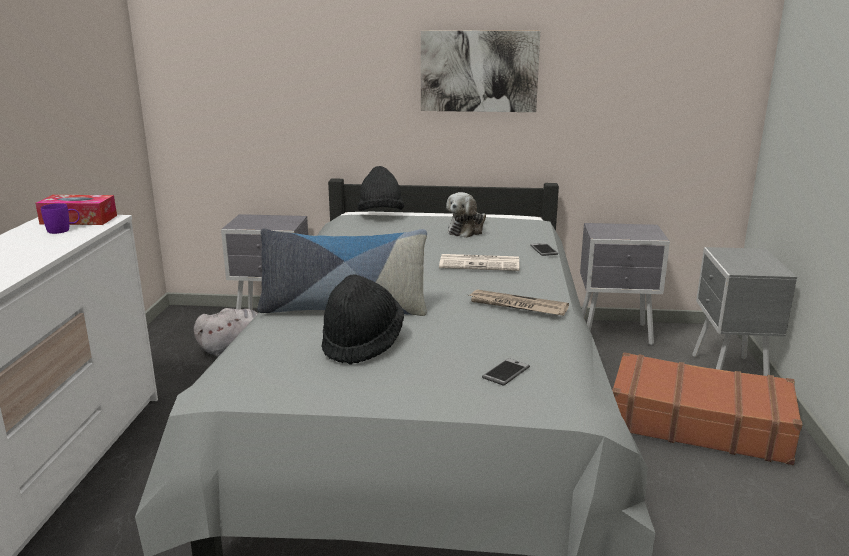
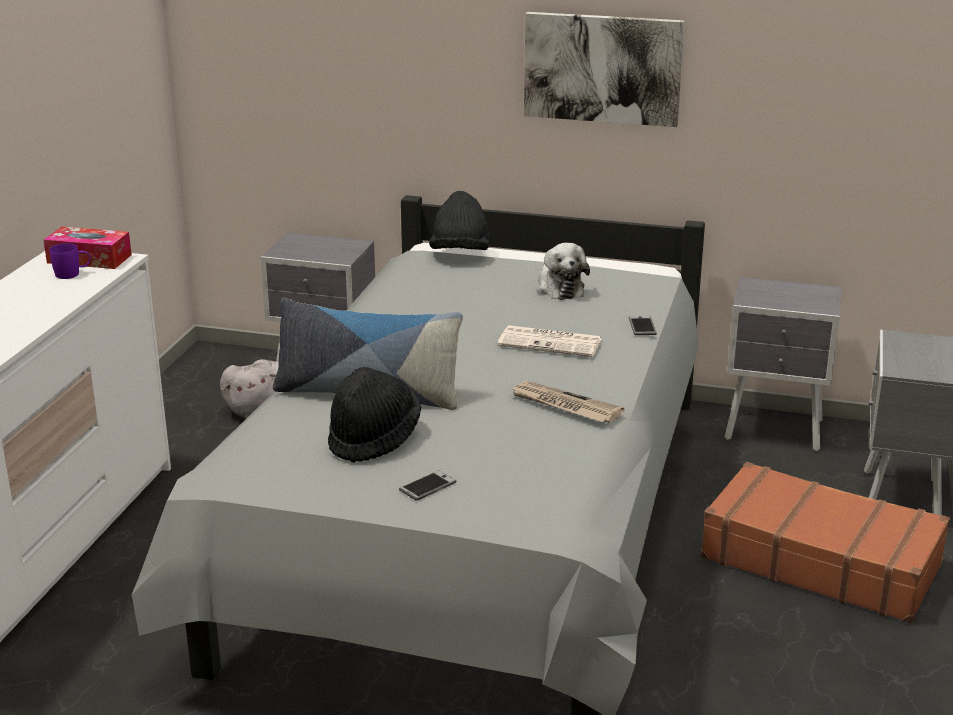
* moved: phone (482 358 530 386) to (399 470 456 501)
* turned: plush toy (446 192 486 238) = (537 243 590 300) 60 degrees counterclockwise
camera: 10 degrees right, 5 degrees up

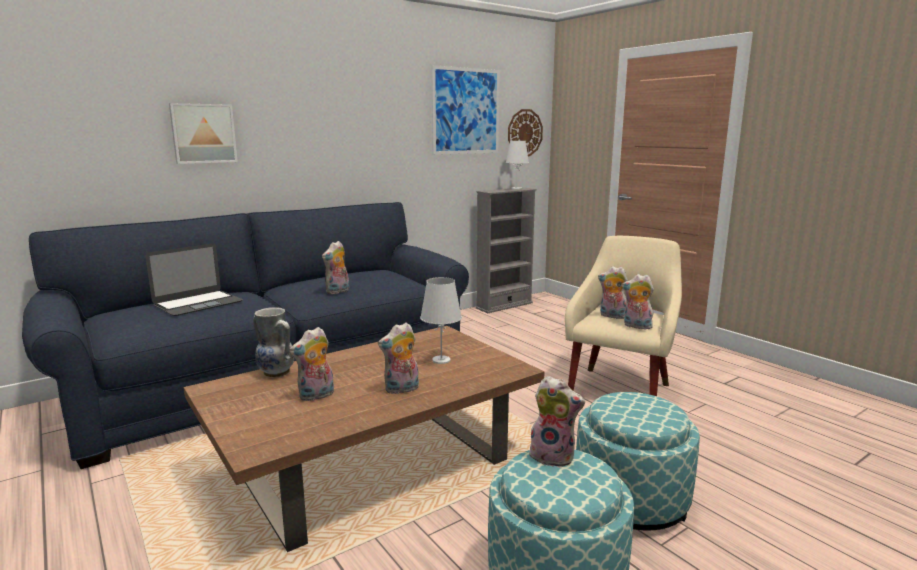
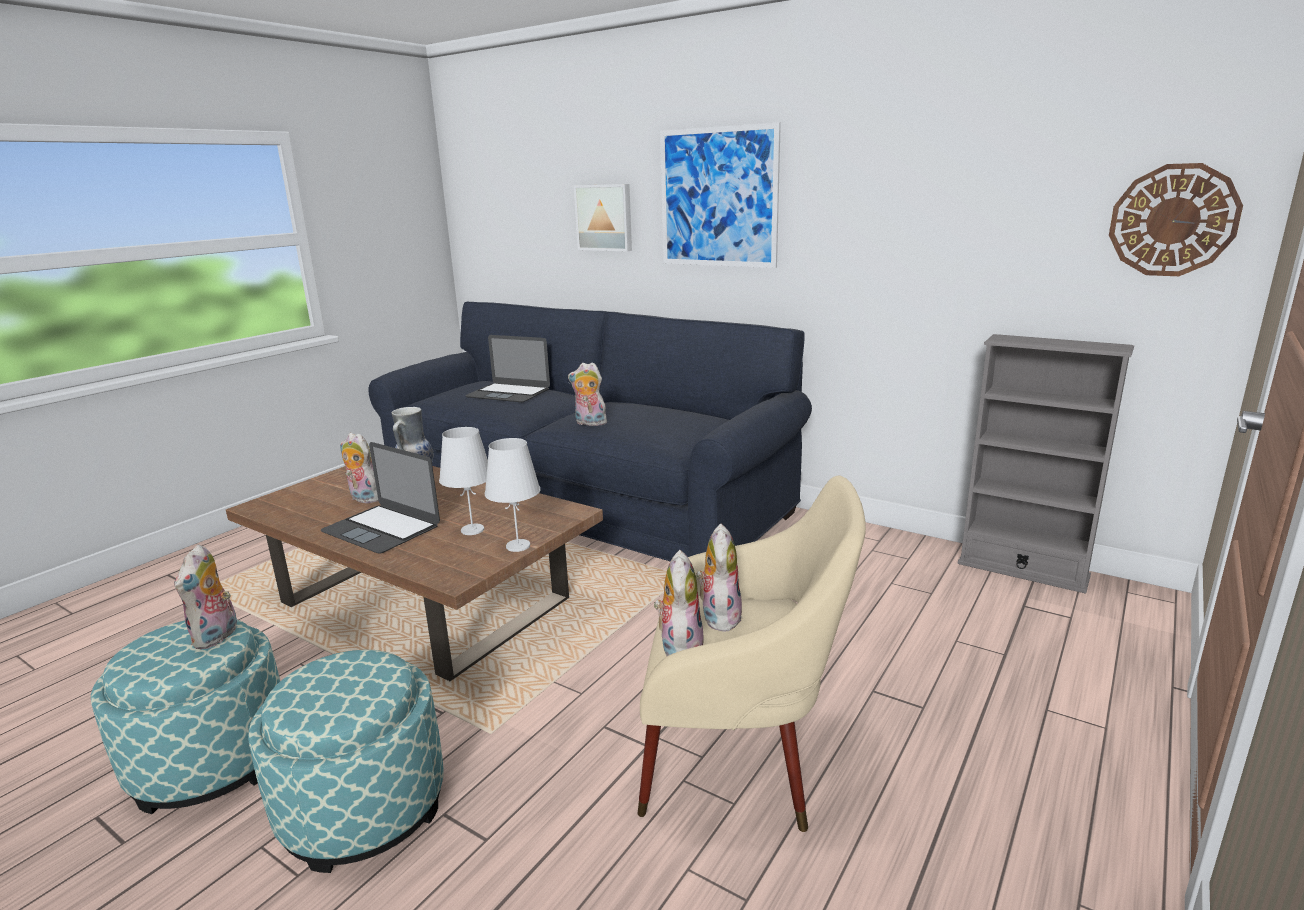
* moved: picture (431 65 500 155) to (660 122 781 268)
* moved: table lamp (white) (506 141 529 189) to (485 438 541 552)
* replaced: plush toy (378 323 419 395) to laptop (321 442 440 554)
camera: 70 degrees right, 5 degrees up

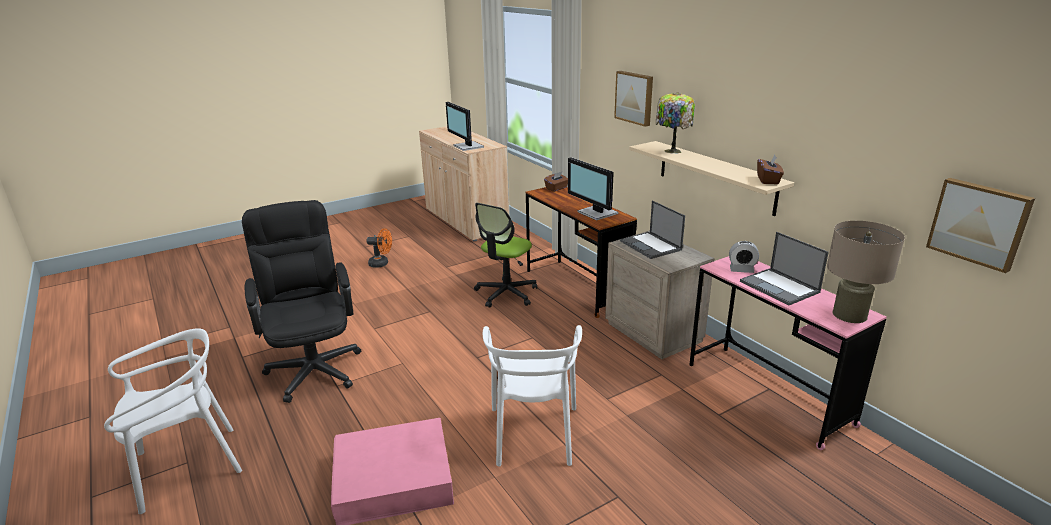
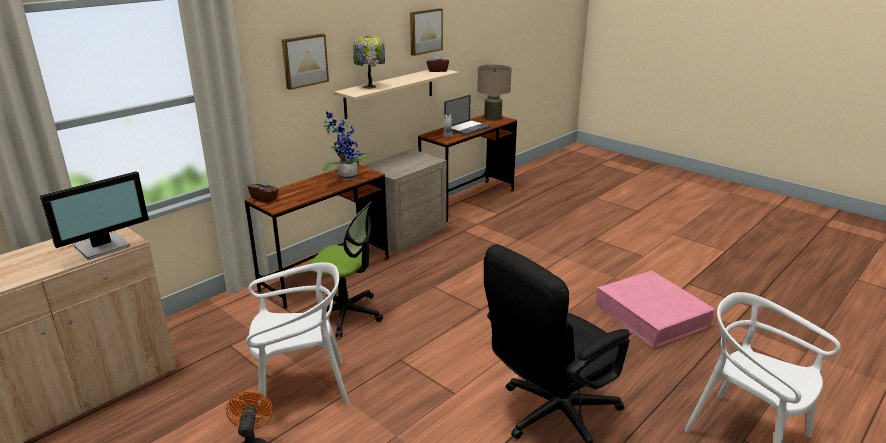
* removed: laptop (620 200 685 259)
* moved: chair (white) (483 325 582 466) to (246 262 349 425)
* moved: picture (926 178 1035 273) to (410 8 443 56)
* replaced: monitor (568 157 618 221) to potted plant (322 111 370 180)
* recoloured: desk (pink) (689 256 887 450) to desk (brown) (418 115 517 222)
camera: 105 degrees left, 0 degrees up

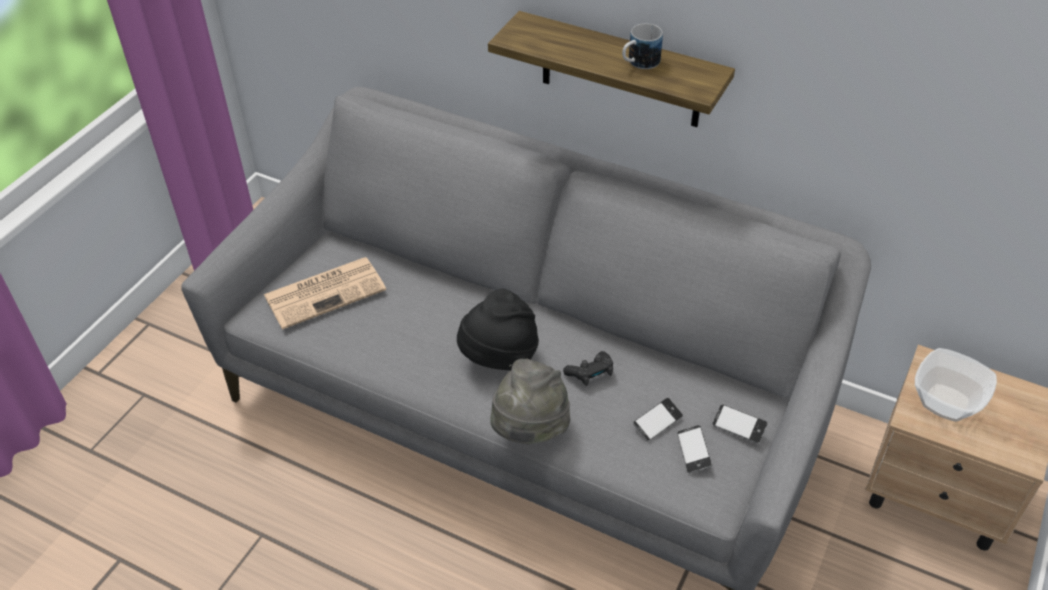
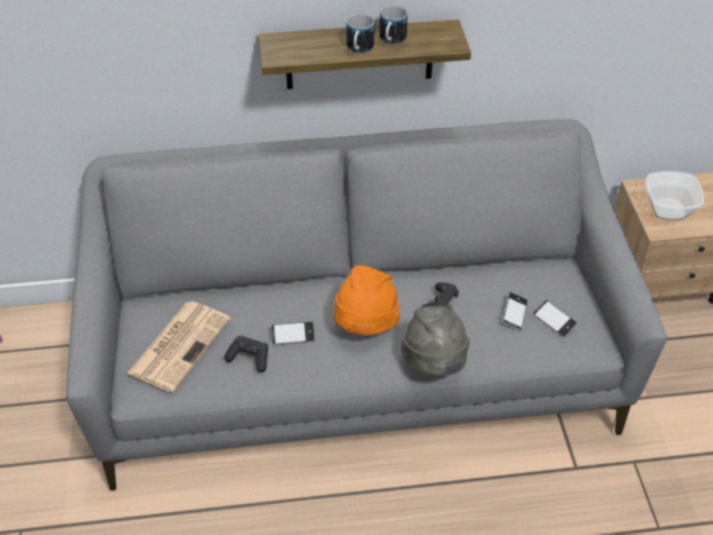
* added: game controller (black) (224 336 268 373)
* added: mug (346 14 374 53)
* moved: phone (712 404 767 443) to (271 322 315 345)
* recoloured: hat (black) (457 289 539 371) to hat (orange) (334 265 400 335)
camera: 35 degrees left, 0 degrees up

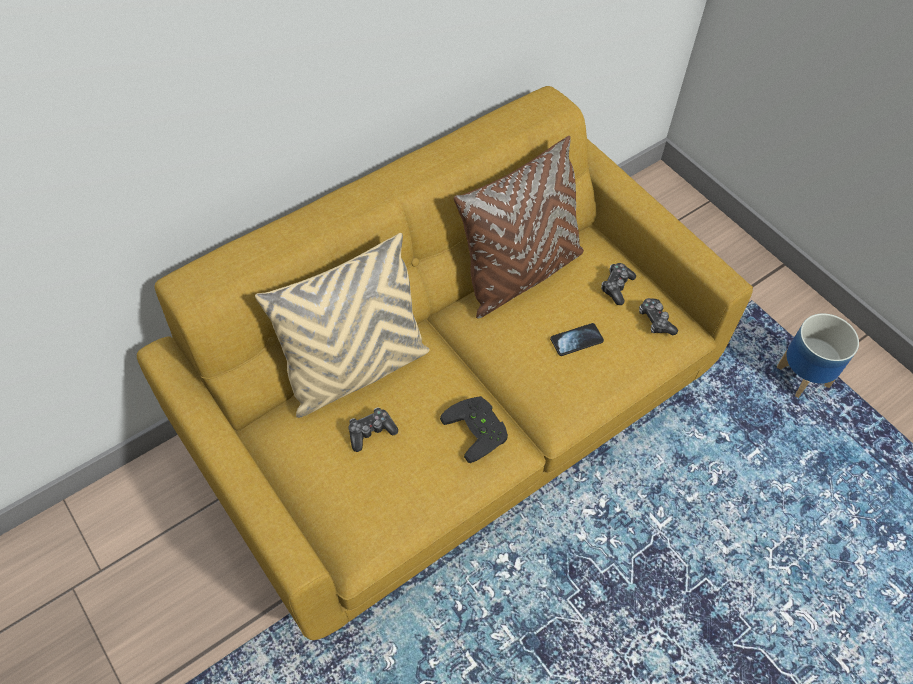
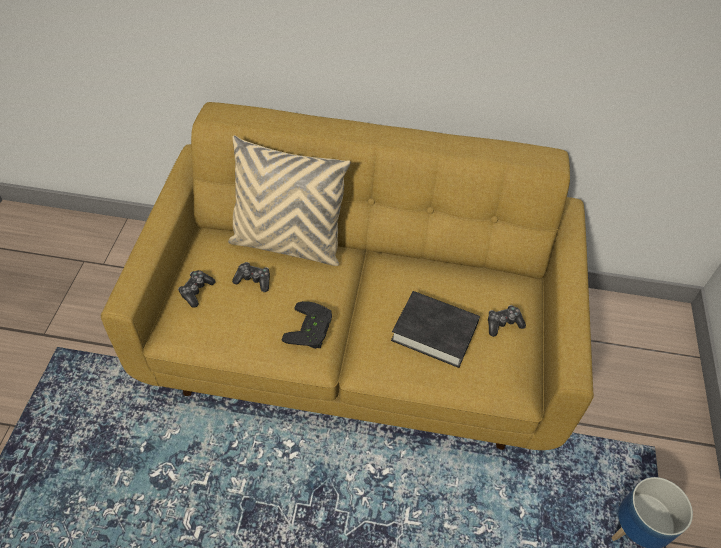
* removed: pillow (brown) (454 136 584 319)
* moved: game controller (639 298 678 335) to (178 270 216 308)
* replaced: phone (550 323 604 356) to book (black) (391 291 480 368)
camera: 45 degrees right, 5 degrees down

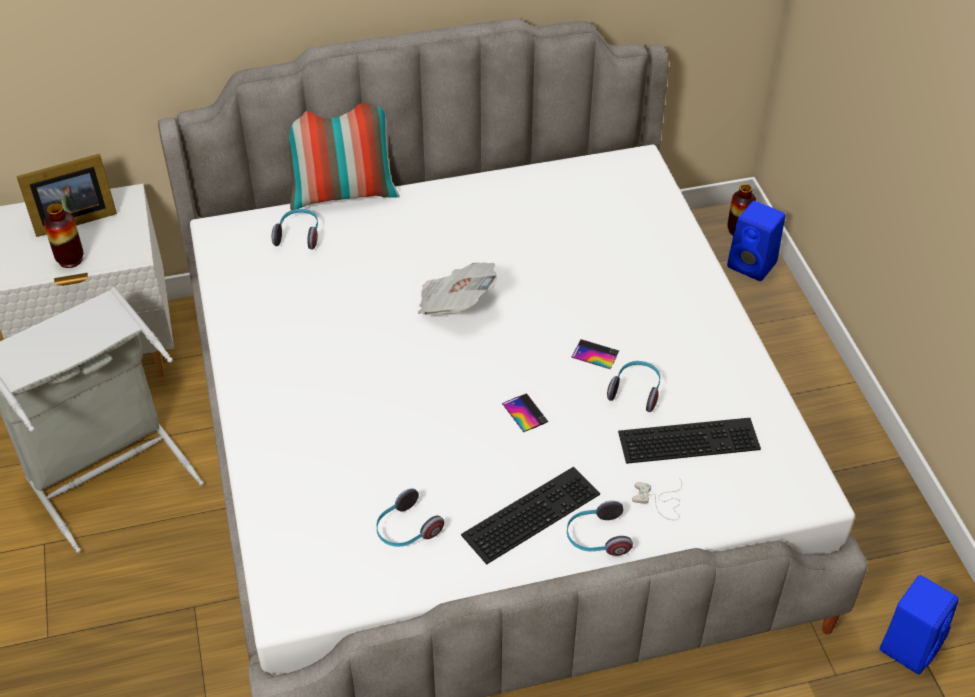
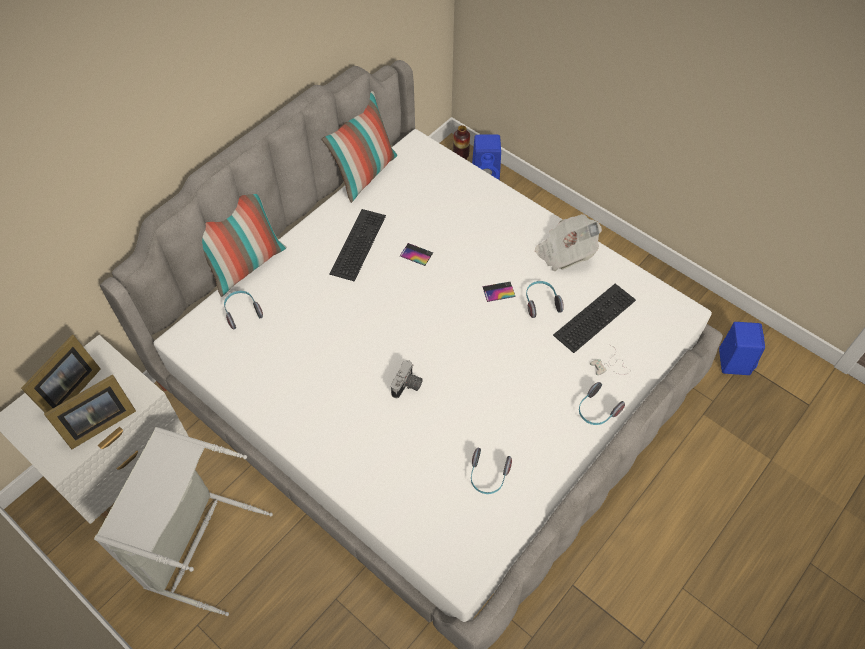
* added: pillow (322 91 398 203)
* added: photo camera (391 360 423 398)
* moved: newspaper (418 262 498 315) to (535 214 602 271)
* moved: keyboard (461 467 600 565) to (329 209 386 282)
* moved: phone (502 393 549 432) to (400 243 433 266)
* replaced: vase (44 204 84 268) to picture frame (44 374 136 450)
camera: 35 degrees left, 10 degrees up

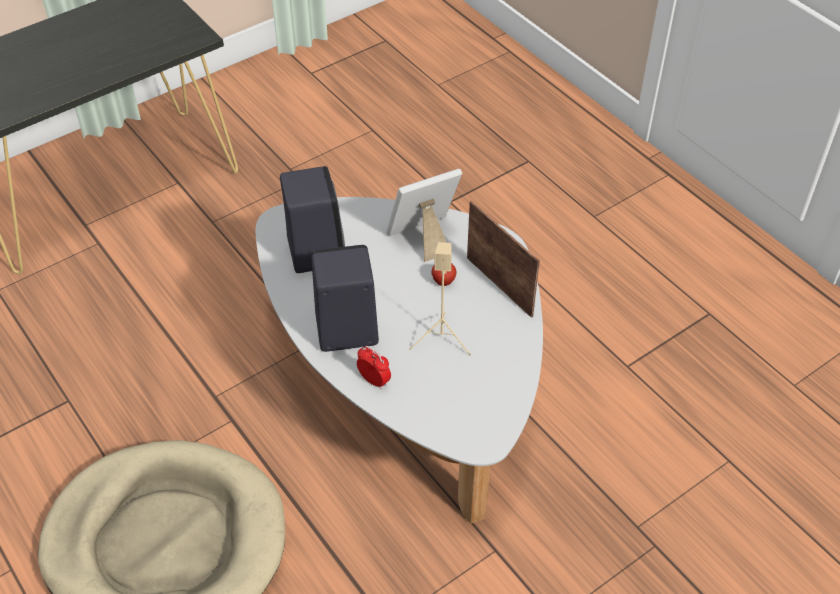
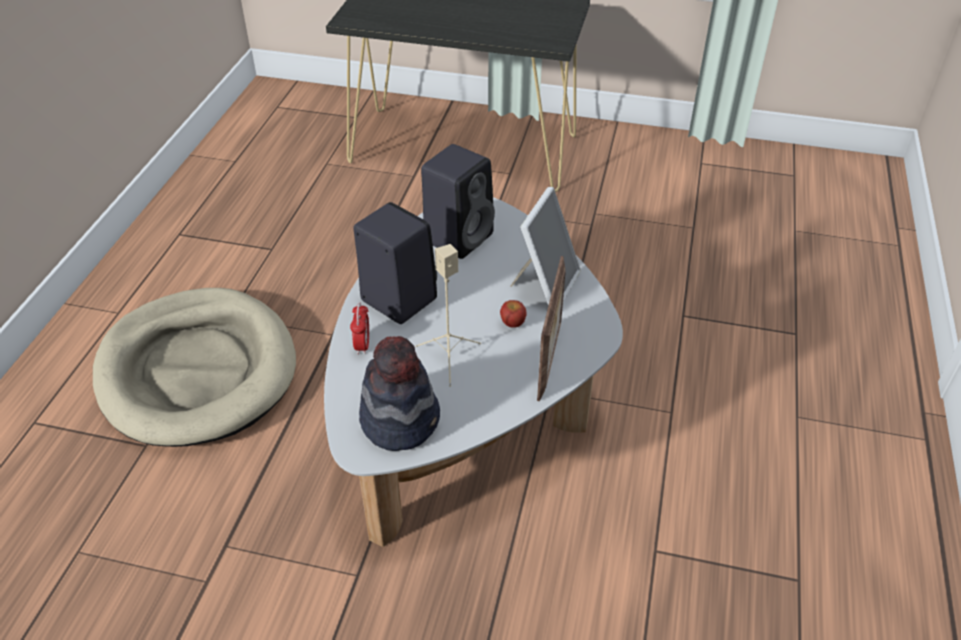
* added: hat (359 336 440 451)
* turned: picture frame (386 169 462 262) = (511 187 581 306) 90 degrees clockwise
camera: 50 degrees right, 5 degrees down

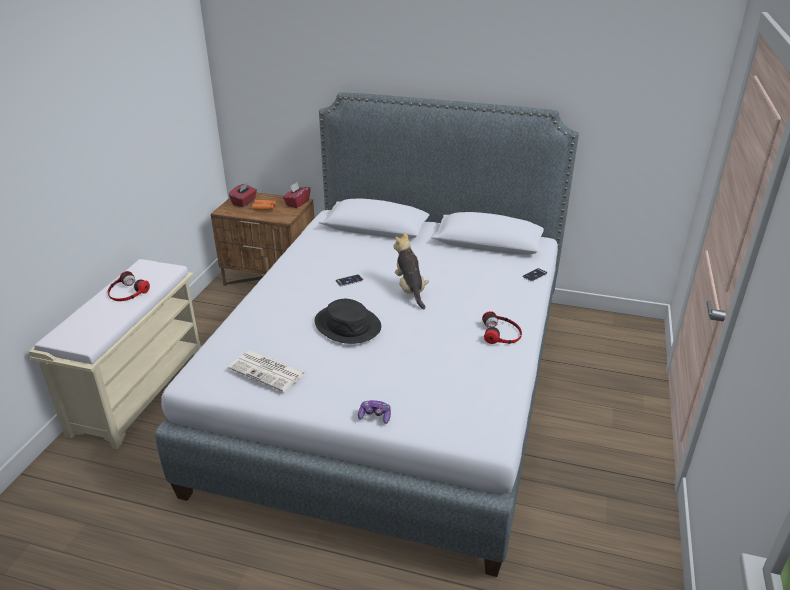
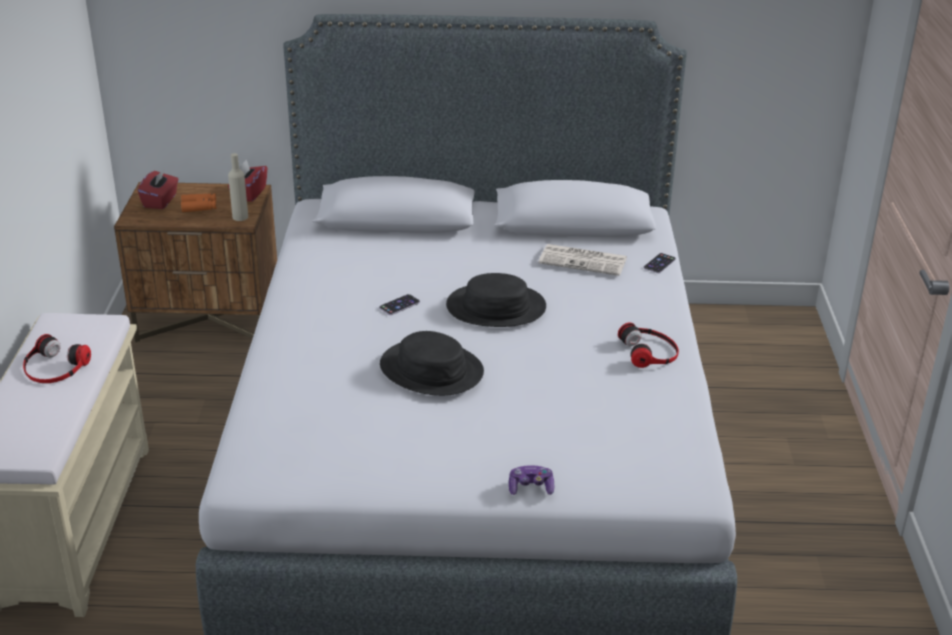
* added: bottle (beige) (228 153 248 221)
* moved: newspaper (228 350 306 392) to (539 244 627 276)
* replaced: plush toy (393 232 429 309) to hat (black) (446 273 546 327)
camera: 15 degrees left, 0 degrees up

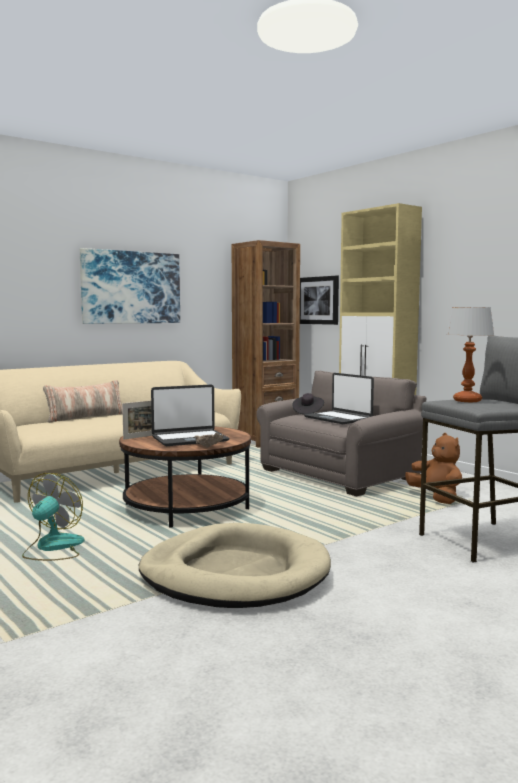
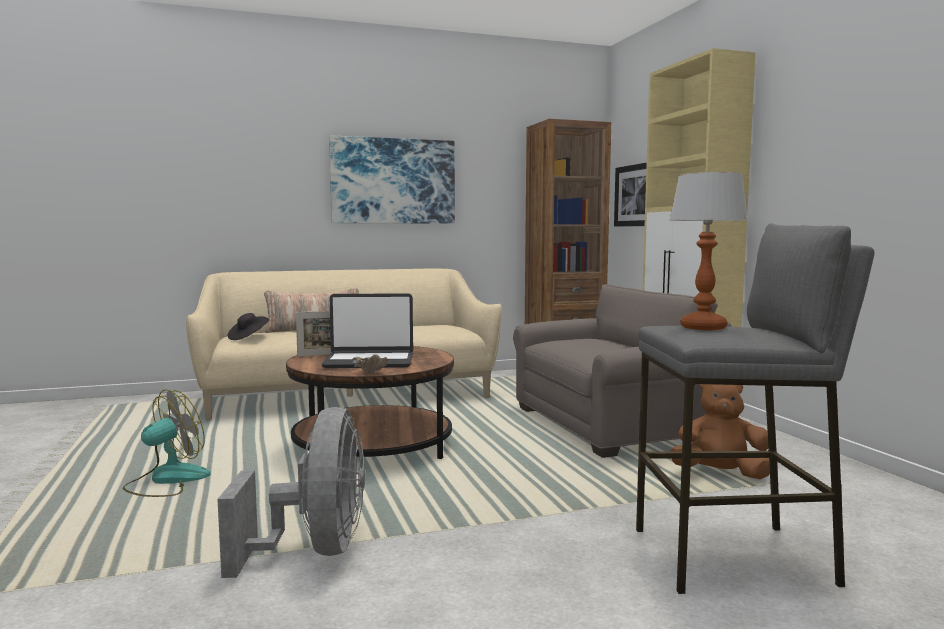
* removed: laptop (304 373 374 424)
* moved: hat (black) (293 393 324 414) to (227 313 269 340)
* replaced: dog bed (beige) (139 523 331 608) to fan (grey) (218 407 365 578)
* turned: plush toy (brown) (405 433 462 504) = (670 384 770 479) 75 degrees counterclockwise
camera: 20 degrees right, 0 degrees up

